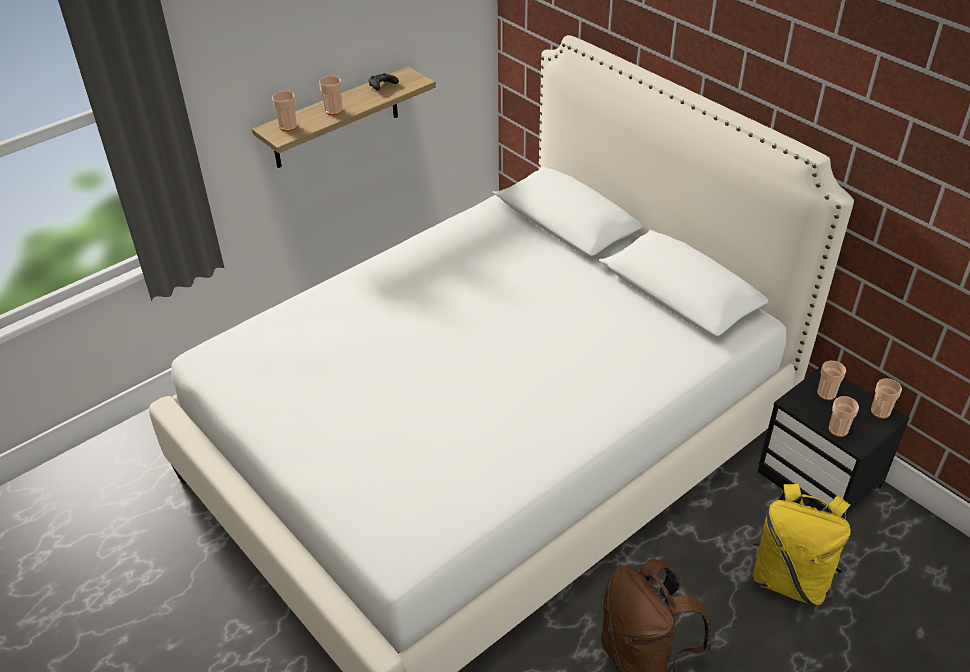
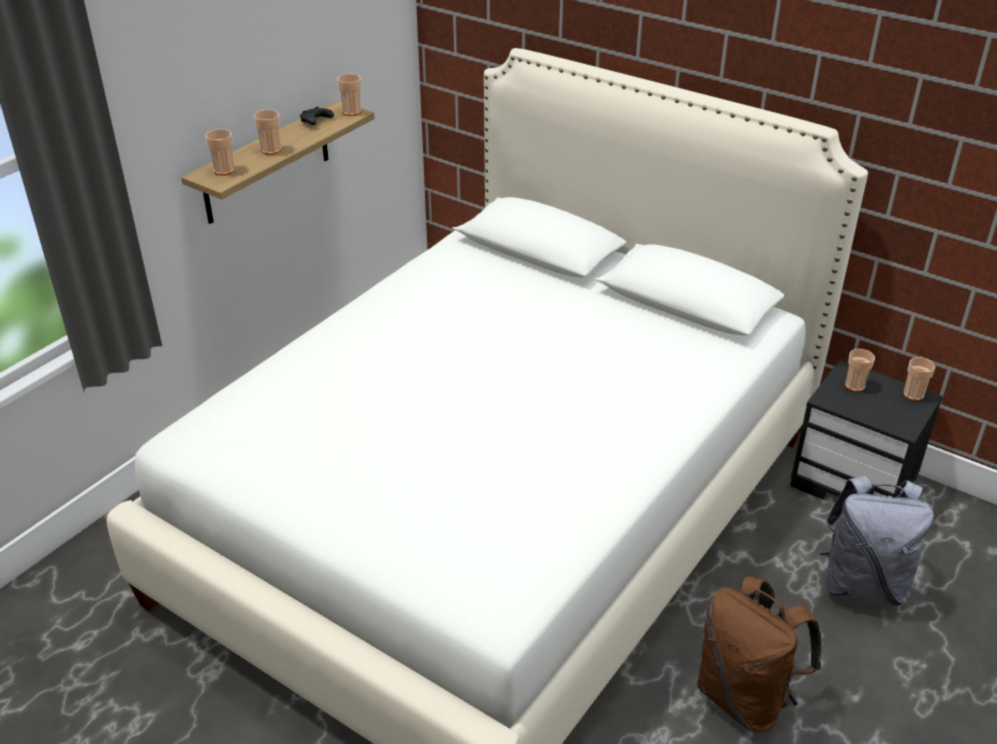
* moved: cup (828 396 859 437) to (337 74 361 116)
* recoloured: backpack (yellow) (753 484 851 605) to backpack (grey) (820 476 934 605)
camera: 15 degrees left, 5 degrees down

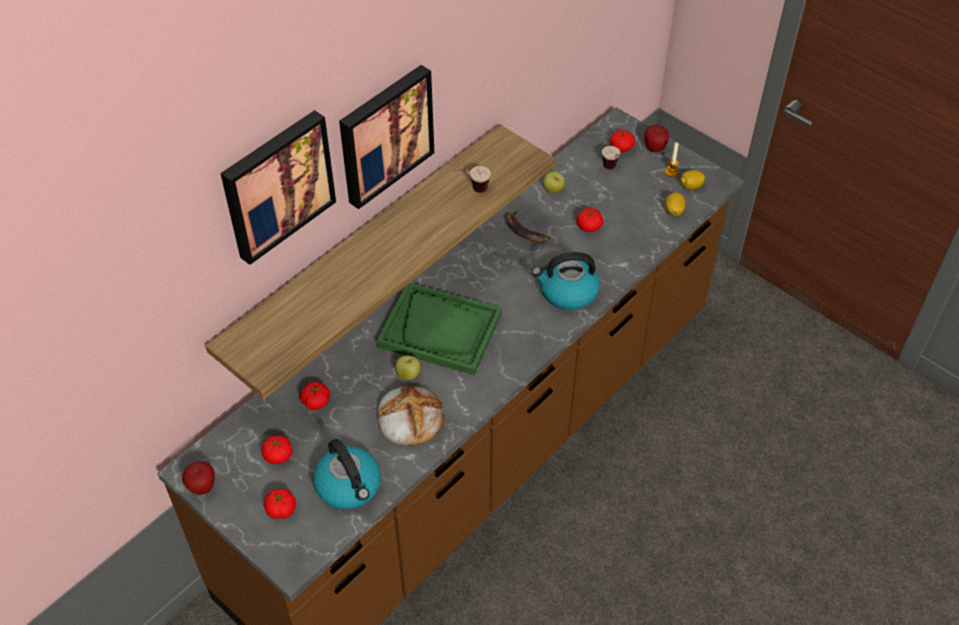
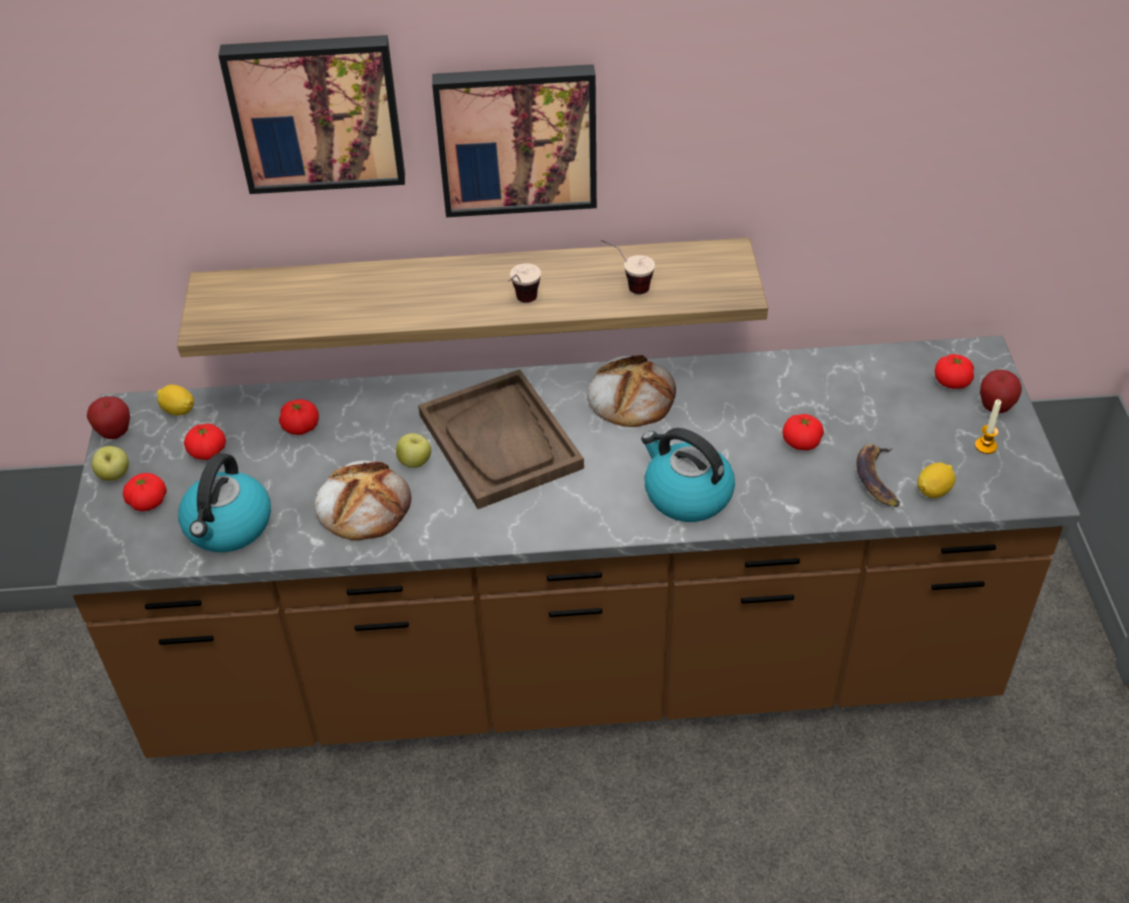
* added: bread (587 355 676 427)
* moved: banana (506 210 550 243) to (856 444 900 507)
* moved: apple (543 171 565 193) to (92 446 129 481)
* moved: cup (602 146 624 169) to (508 263 541 303)
* moved: lemon (681 170 705 190) to (157 385 194 416)
* recoloured: tray (green) (376 283 502 375) to tray (brown) (418 369 584 509)
camera: 45 degrees right, 5 degrees down

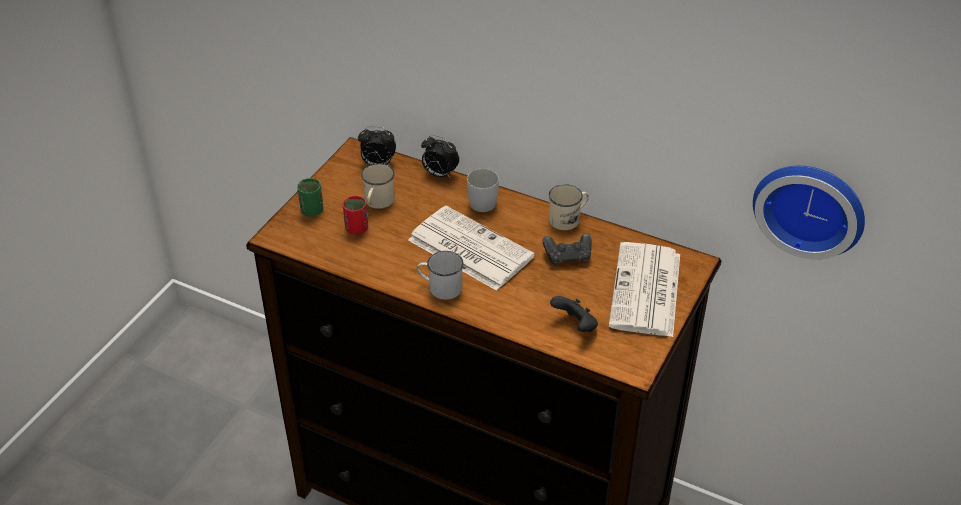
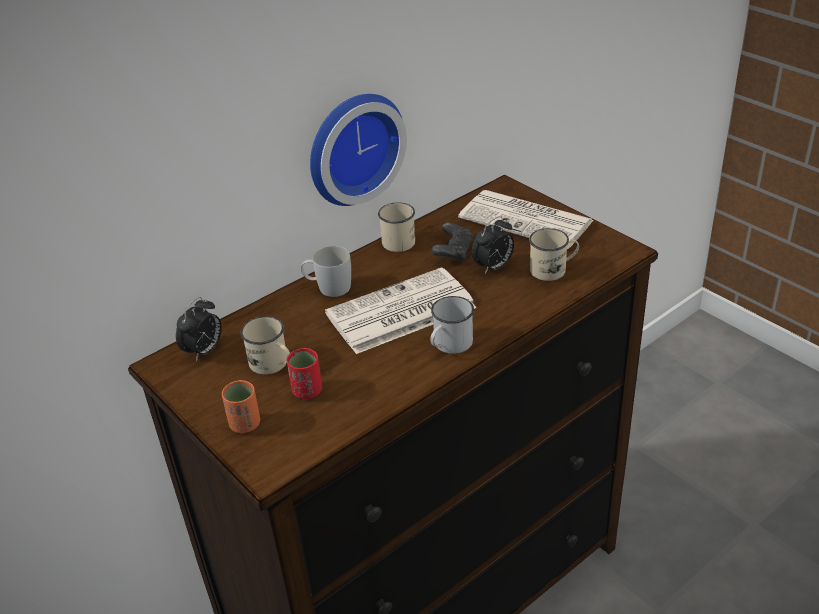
* moved: alarm clock (421 135 459 179) to (472 216 514 274)
* moved: wall clock (753 166 865 260) to (310 94 407 206)
* replaced: game controller (black) (550 296 598 332) to mug (beige) (529 228 579 281)
* recoloured: cup (green) (297 178 323 216) to cup (orange) (222 380 260 433)
camera: 65 degrees left, 5 degrees down

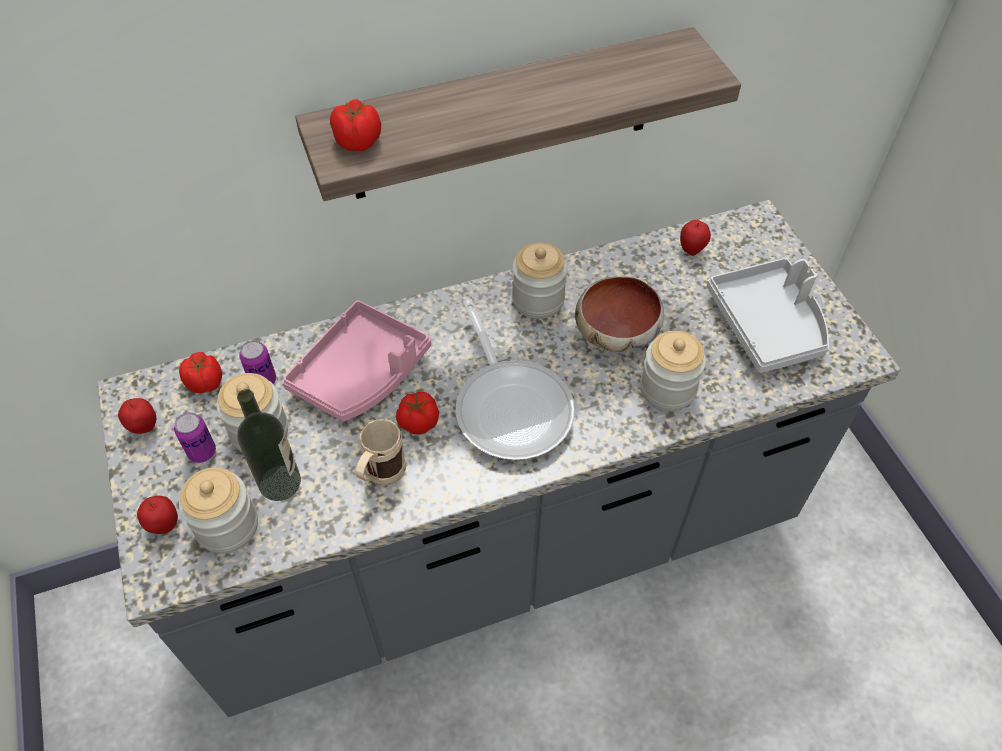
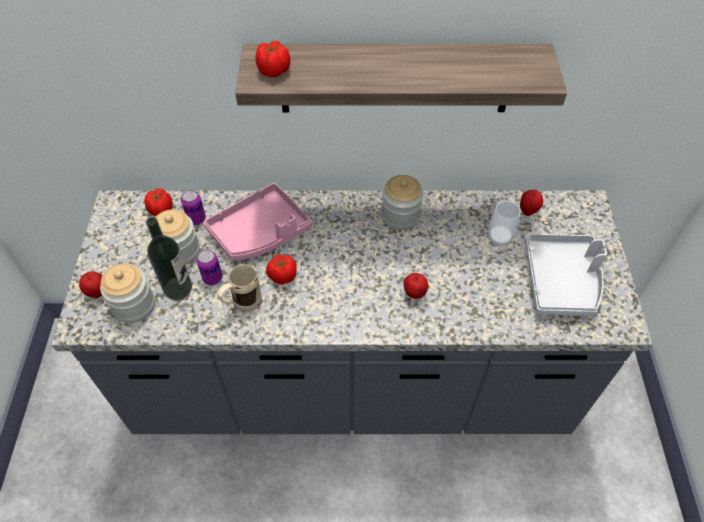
* removed: frying pan (456 299 575 460)
* removed: bowl (575 276 664 352)
* removed: jar (640 331 706 411)
* added: cup (488 201 521 246)
* moved: apple (118 398 156 434) to (404 273 428 299)
* moved: can (174 412 216 463) to (197 249 222 285)
camera: 20 degrees right, 0 degrees up

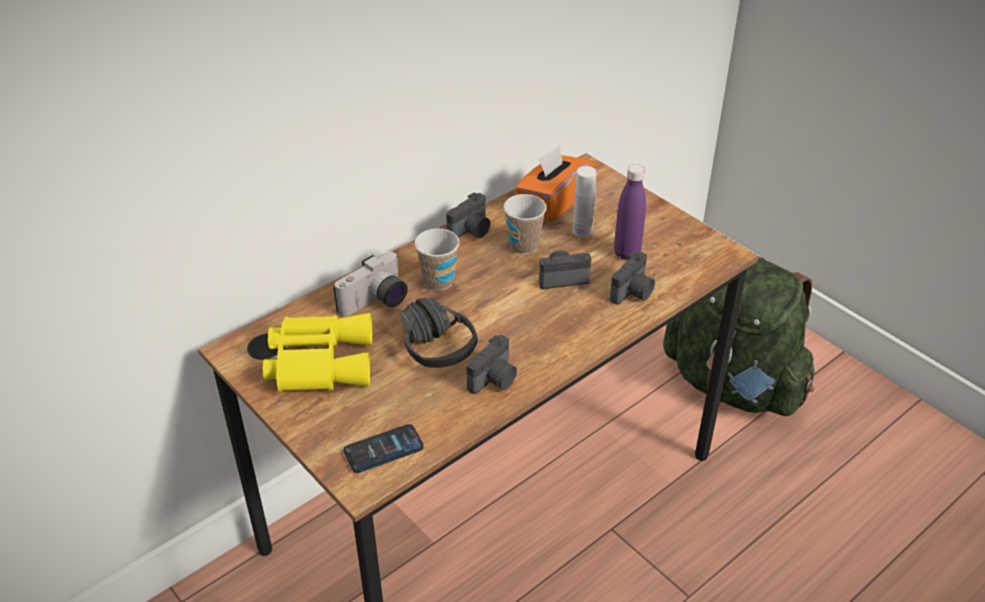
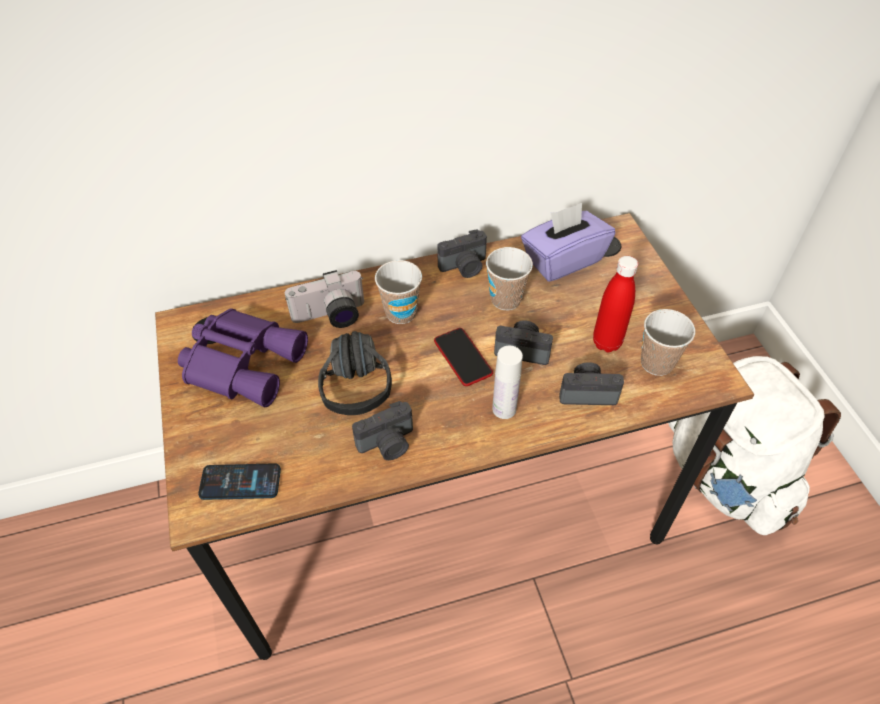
* added: phone (434 328 493 386)
* added: cup (641 309 695 376)
* moved: bottle (white) (572 166 596 237) to (492 346 523 419)
* recoloured: binoculars (yellow) (263 313 372 392) to binoculars (purple) (178 308 308 407)
* recoloured: tissue box (orange) (515 145 594 222) to tissue box (purple) (521 203 615 282)
* recoloured: bottle (purple) (614 164 646 260) to bottle (red) (593 256 638 352)
* recoloured: backpack (green) (663 257 815 416) to backpack (white) (668 356 841 535)
* turned: photo camera (610 252 655 305) = (559 362 624 405) 150 degrees counterclockwise
camera: 25 degrees right, 10 degrees up

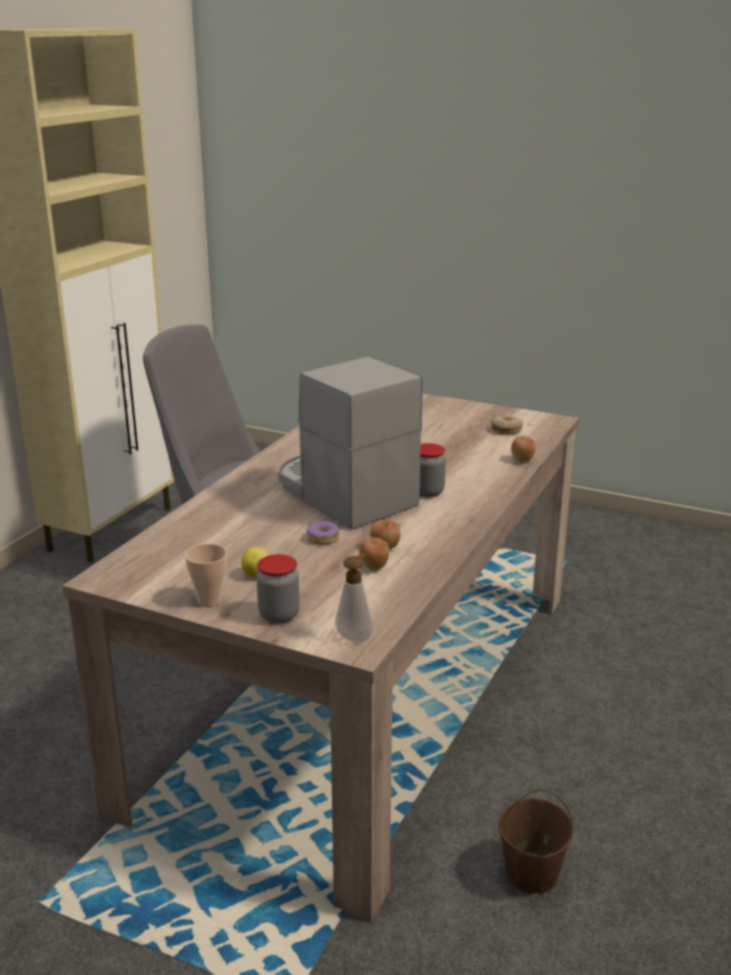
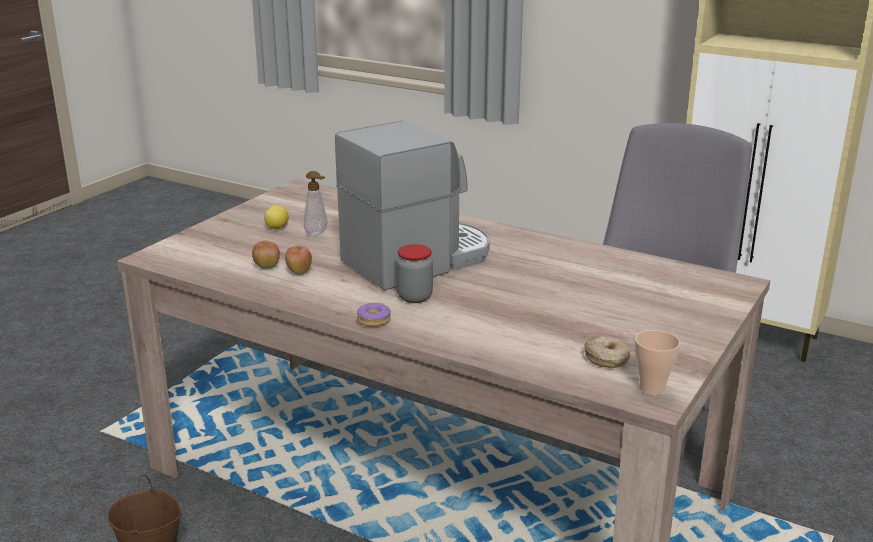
* removed: jar (256 554 300 623)
* removed: apple (511 436 536 462)
* moved: cup (185 544 227 606) to (635 330 680 396)
* moved: donut (306 520 339 545) to (357 303 391 327)
* moved: soap dispenser (335 553 373 642) to (304 171 327 236)
camera: 95 degrees right, 0 degrees up

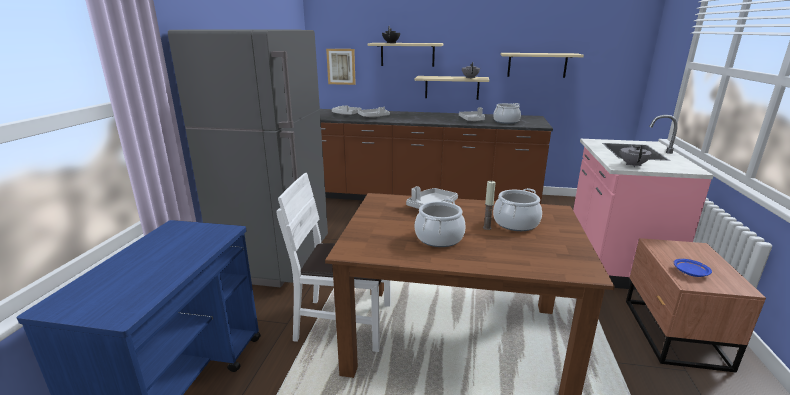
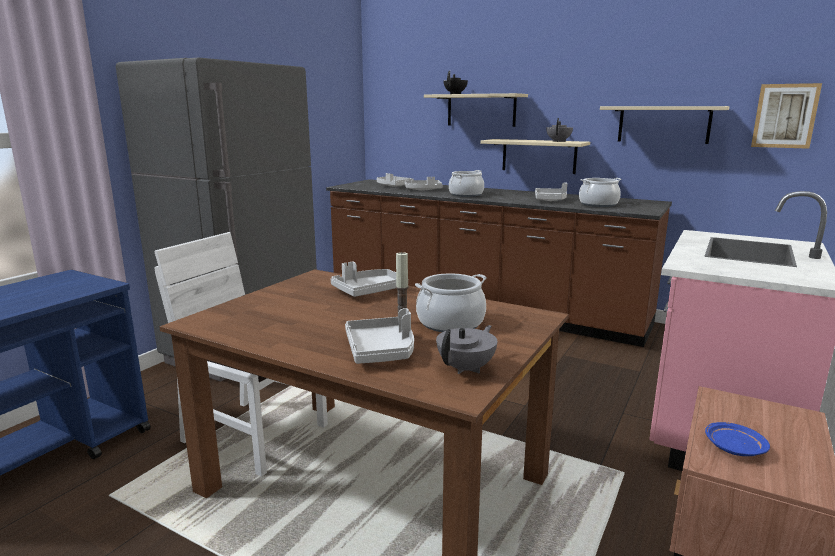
* added: tray (grey) (345 308 414 364)
* moved: picture (326 49 356 85) to (751 83 822 149)
* moved: cooking pot (415 199 465 247) to (449 170 484 197)
* moved: teapot (grey) (620 145 652 167) to (436 325 497 374)
camera: 20 degrees right, 5 degrees down

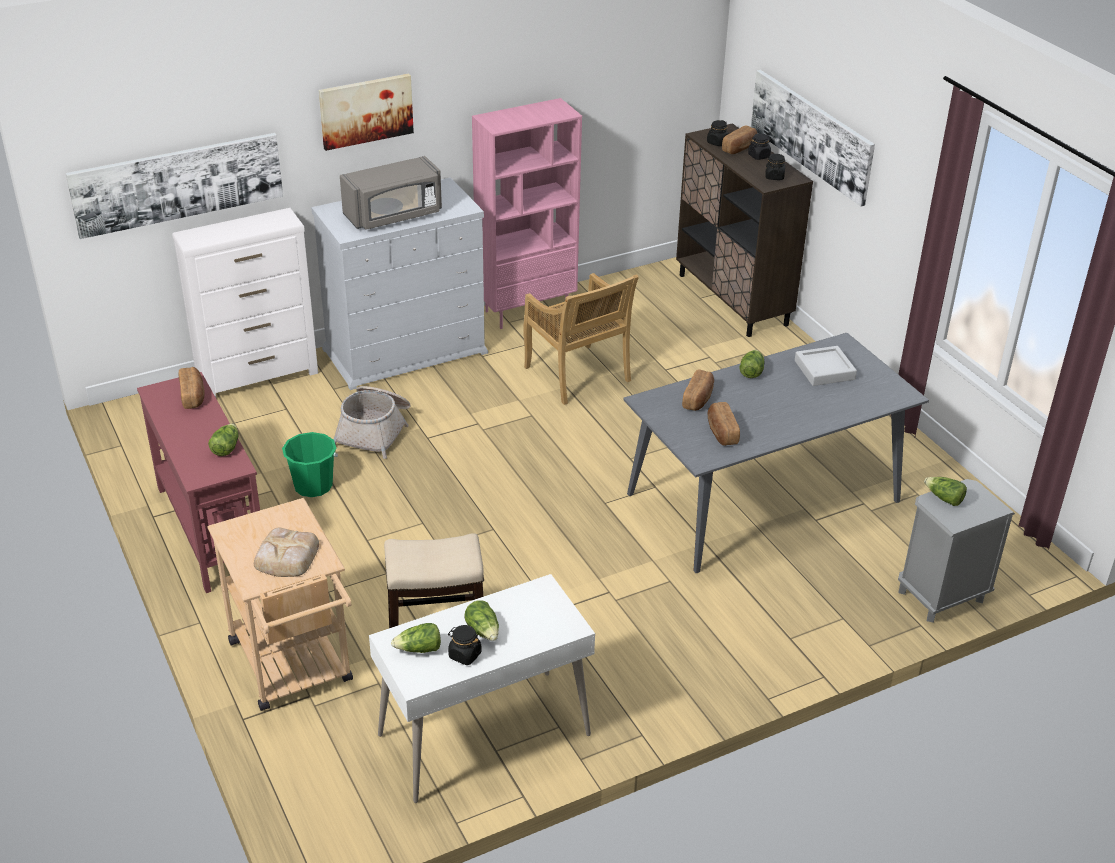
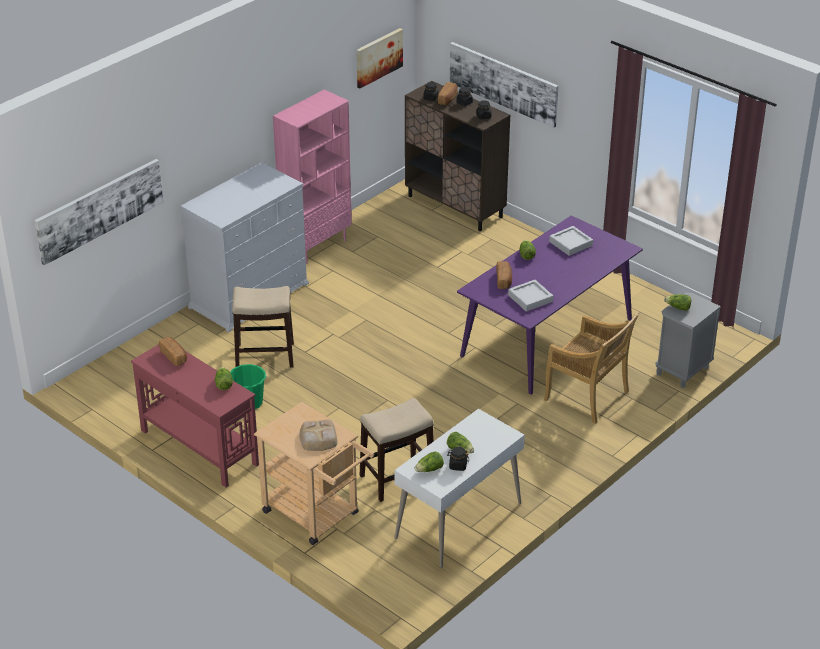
* removed: dresser (white) (172 208 318 397)
* removed: microwave (grey) (340 156 442 230)
* moved: picture (319 74 414 151) to (357 28 403 88)
* moved: chair (beige) (523 273 639 405) to (544 313 639 424)
* replaced: basket (333 386 410 459) to stool (232 286 294 368)
* replaced: bread (707 402 740 446) to tray (grey) (508 280 553 312)
* recoloured: dining table (grey) (623 333 929 573) to dining table (purple) (457 215 643 395)
camera: 20 degrees left, 0 degrees up

